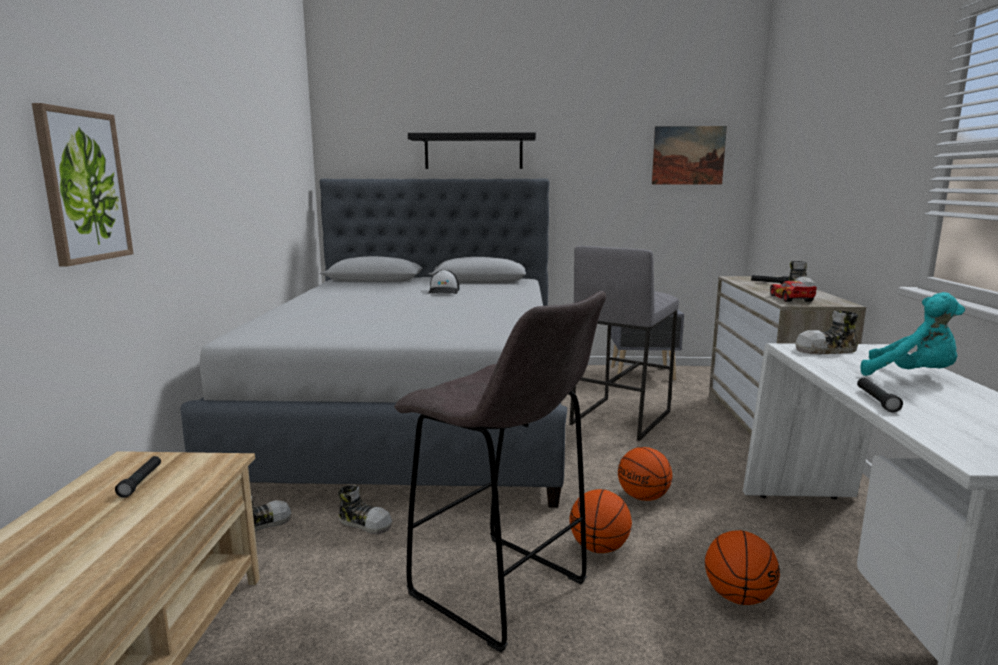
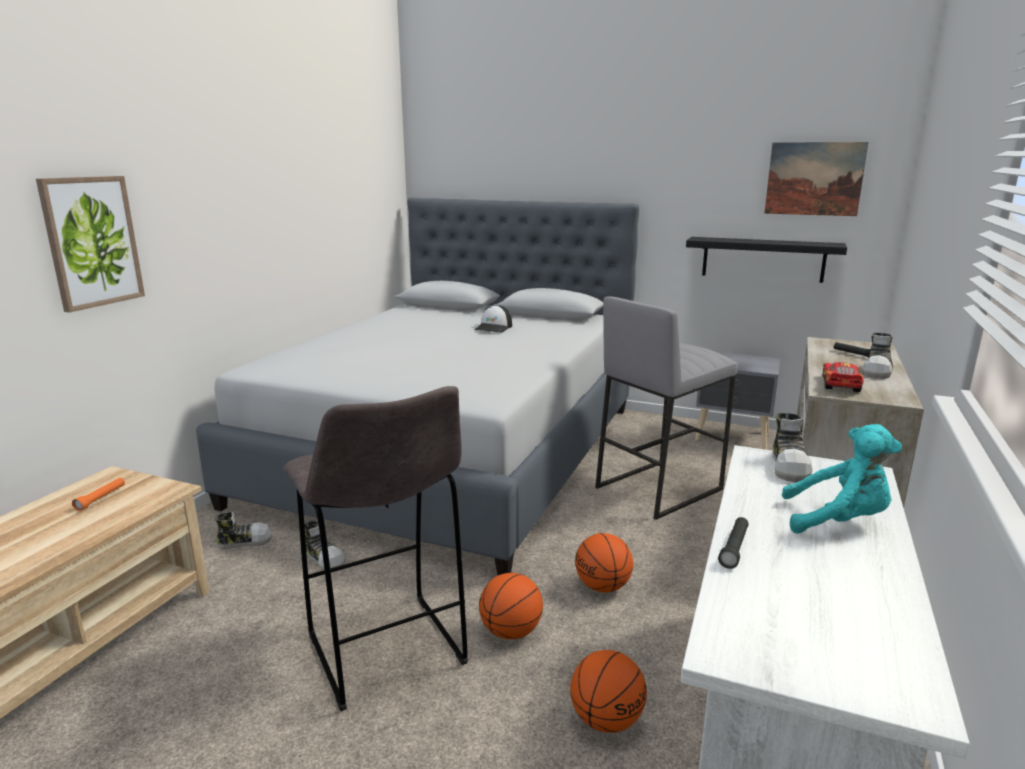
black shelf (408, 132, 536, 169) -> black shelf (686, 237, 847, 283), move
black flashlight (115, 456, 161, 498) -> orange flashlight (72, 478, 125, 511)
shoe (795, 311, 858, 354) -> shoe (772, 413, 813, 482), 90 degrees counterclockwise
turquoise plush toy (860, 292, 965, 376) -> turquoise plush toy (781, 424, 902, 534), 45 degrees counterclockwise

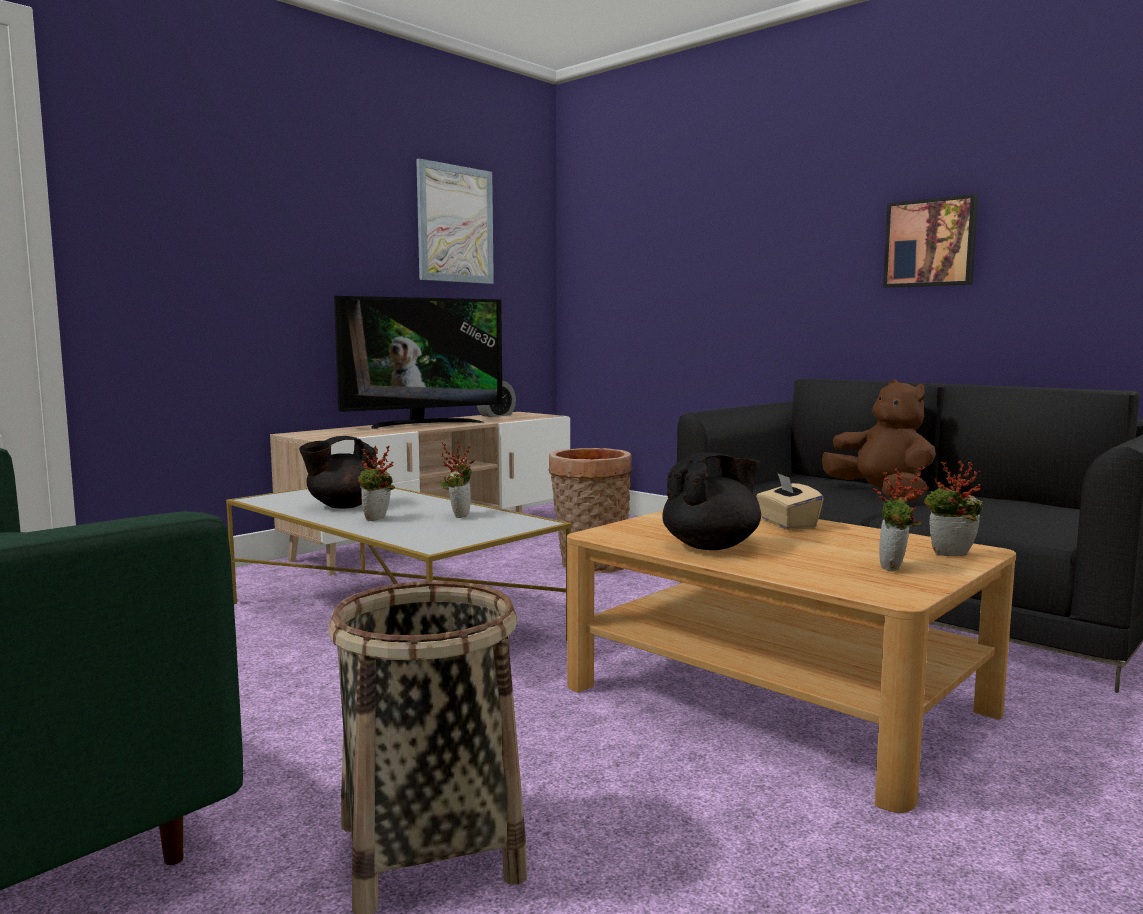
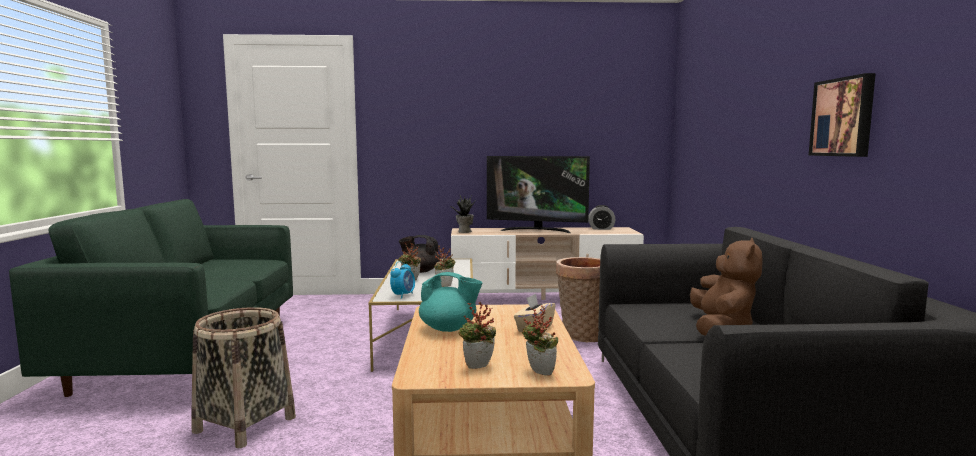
picture (416, 159, 494, 284) -> none
none -> alarm clock (390, 261, 415, 299)
none -> potted plant (449, 196, 475, 233)
black teapot (662, 453, 761, 550) -> turquoise teapot (419, 272, 483, 332)

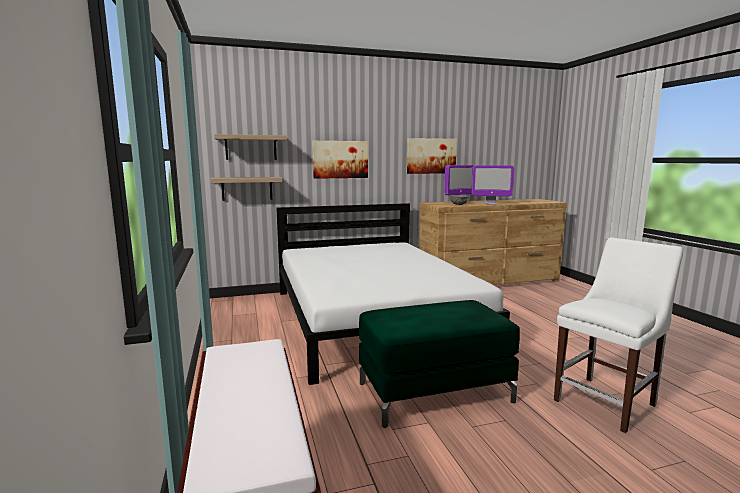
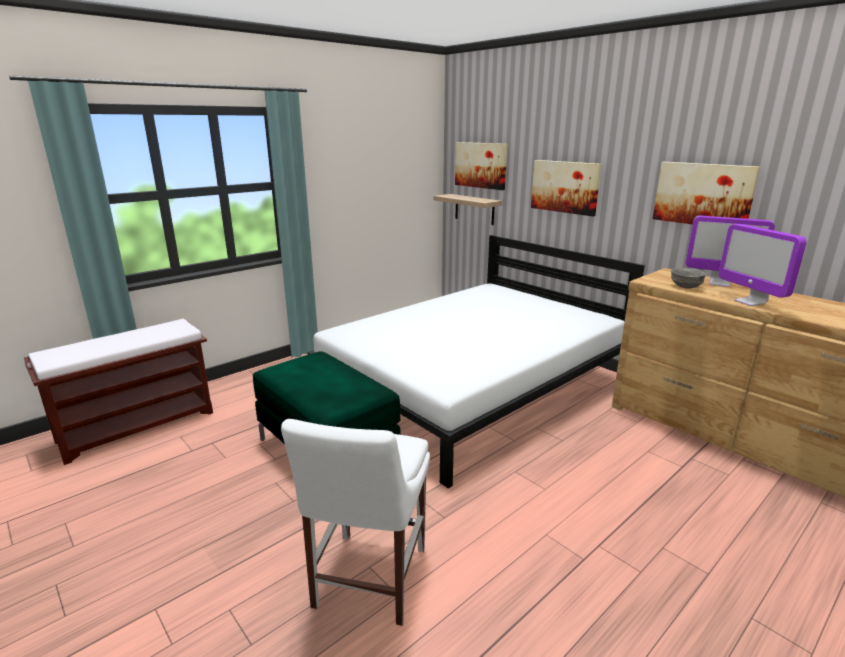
shelf (214, 134, 287, 160) -> picture (455, 142, 507, 190)
white chair (554, 237, 683, 433) -> white chair (281, 419, 430, 626), 75 degrees clockwise

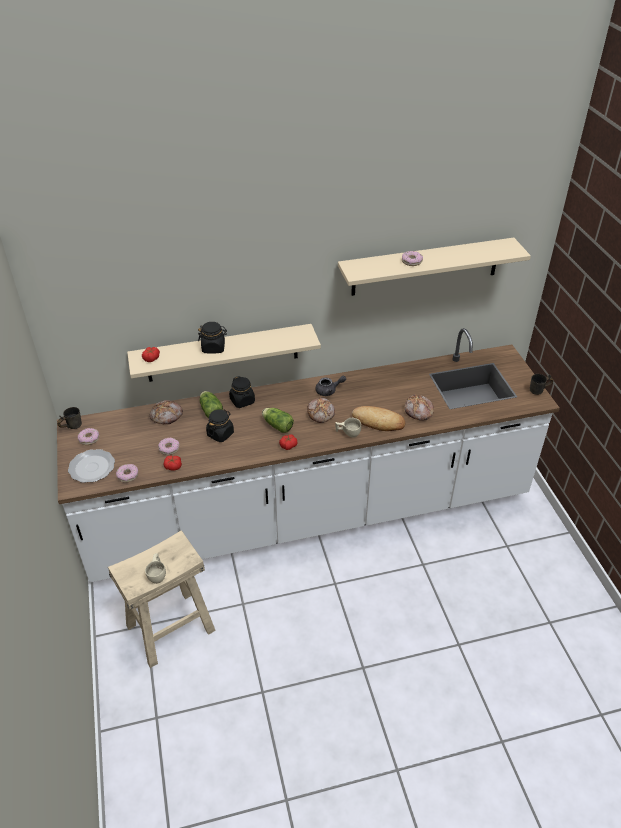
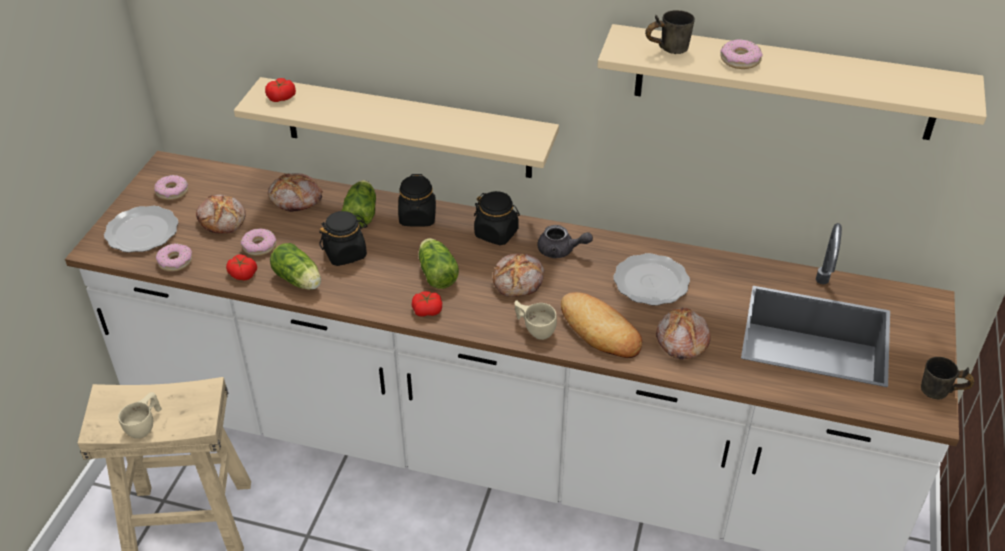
none -> bread (196, 195, 245, 234)
none -> lettuce (270, 243, 321, 290)
none -> plate (613, 253, 690, 306)
grey mug (57, 407, 82, 429) -> grey mug (645, 10, 695, 54), move
black jar (198, 322, 227, 354) -> black jar (474, 191, 520, 245), move

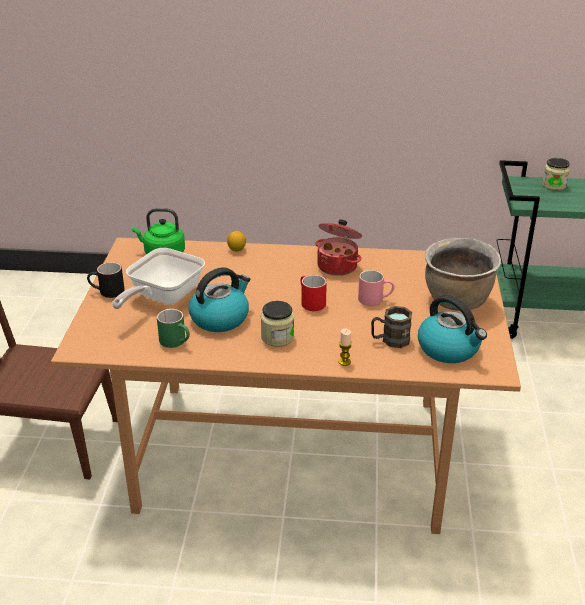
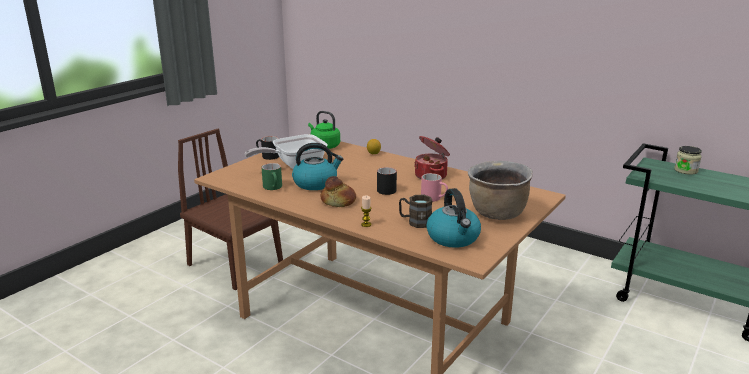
jar (261, 301, 294, 347) -> bread (321, 176, 356, 207)
red mug (301, 275, 327, 311) -> black mug (377, 167, 397, 195)

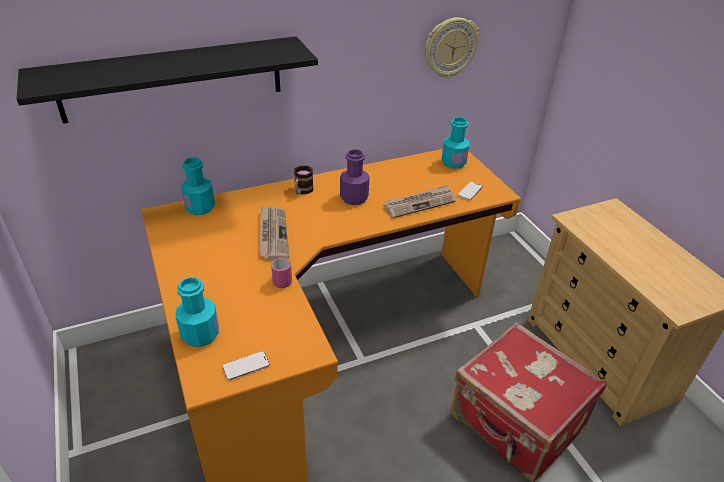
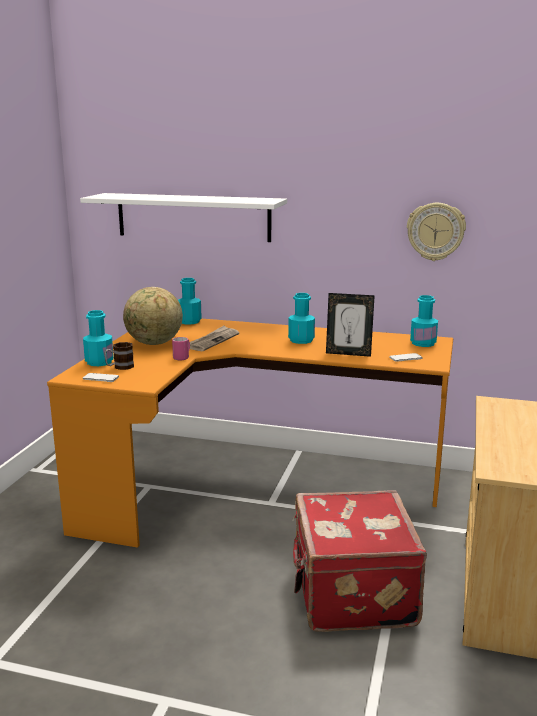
none -> globe (123, 287, 183, 345)
mug (294, 166, 313, 194) -> mug (104, 342, 134, 370), move
newspaper (383, 185, 456, 218) -> picture frame (326, 293, 375, 357)
black shelf (17, 37, 318, 124) -> white shelf (80, 193, 287, 242)
purple bottle (340, 149, 369, 205) -> turquoise bottle (288, 293, 315, 344)

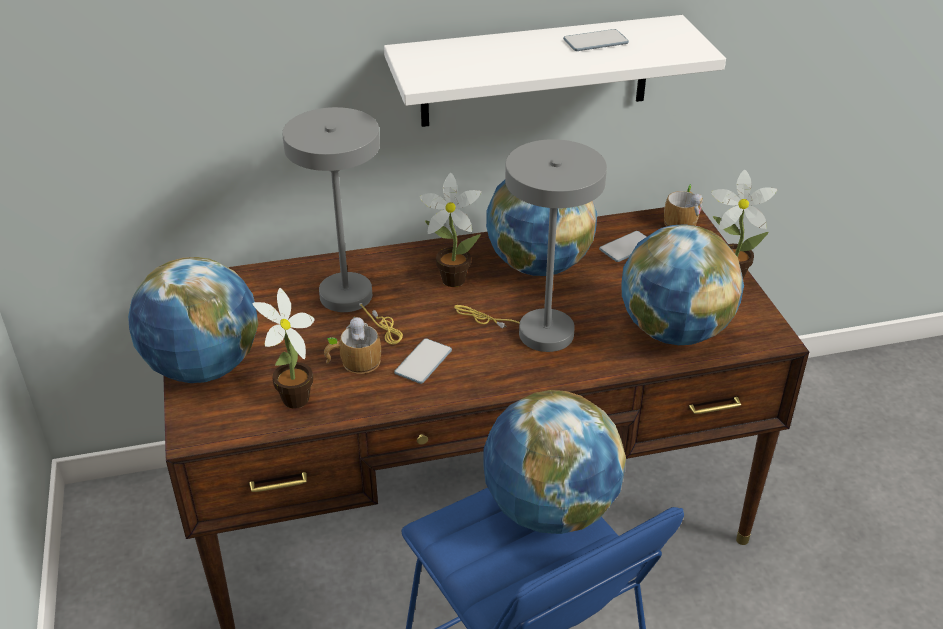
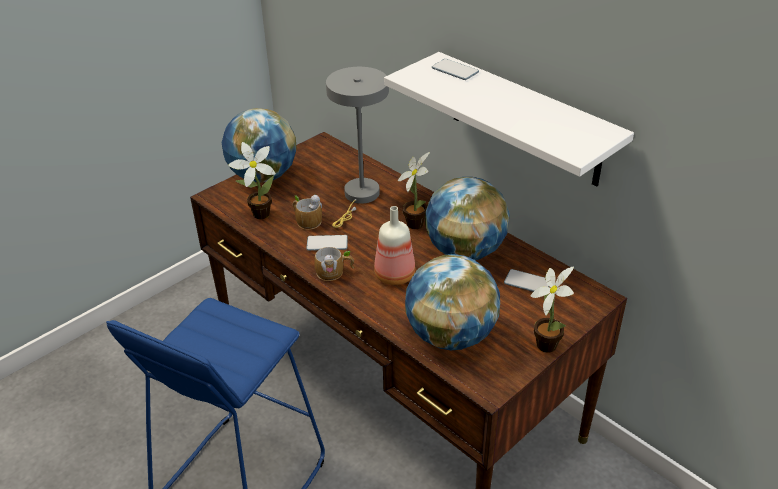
globe (483, 390, 626, 534) -> none
phone (563, 29, 629, 51) -> phone (432, 59, 479, 80), move
mug (664, 185, 703, 226) -> mug (314, 247, 354, 281), move
grey table lamp (454, 139, 607, 352) -> bottle (374, 206, 415, 285)

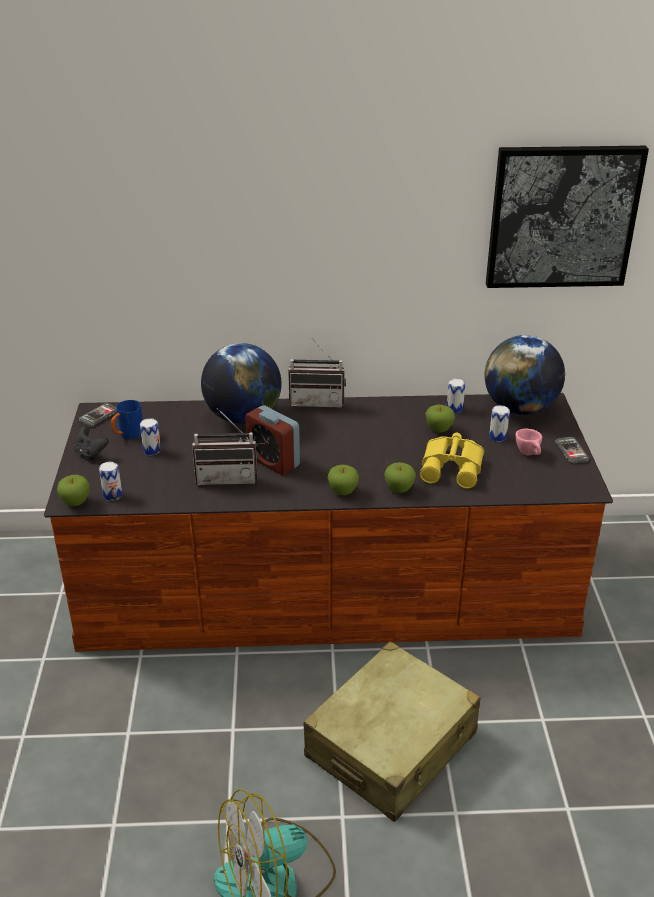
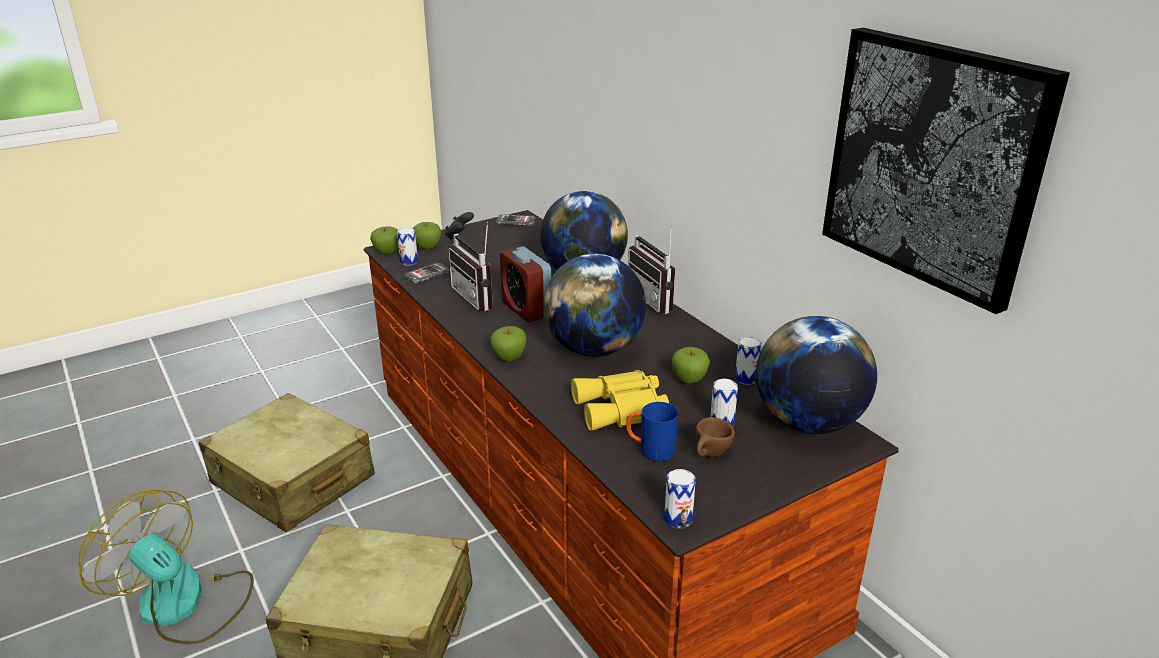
none -> beige suitcase (199, 393, 375, 532)
none -> globe (543, 254, 646, 357)
blue mug (111, 400, 143, 440) -> blue mug (626, 402, 678, 461), move
can (140, 418, 161, 455) -> can (664, 469, 696, 528), move
apple (384, 462, 416, 493) -> apple (412, 222, 442, 249), move
phone (555, 437, 589, 464) -> phone (405, 263, 449, 283), move
pink cup (515, 428, 542, 456) -> brown cup (696, 417, 735, 457)
alarm clock (245, 405, 300, 475) -> alarm clock (500, 247, 551, 322), 45 degrees counterclockwise

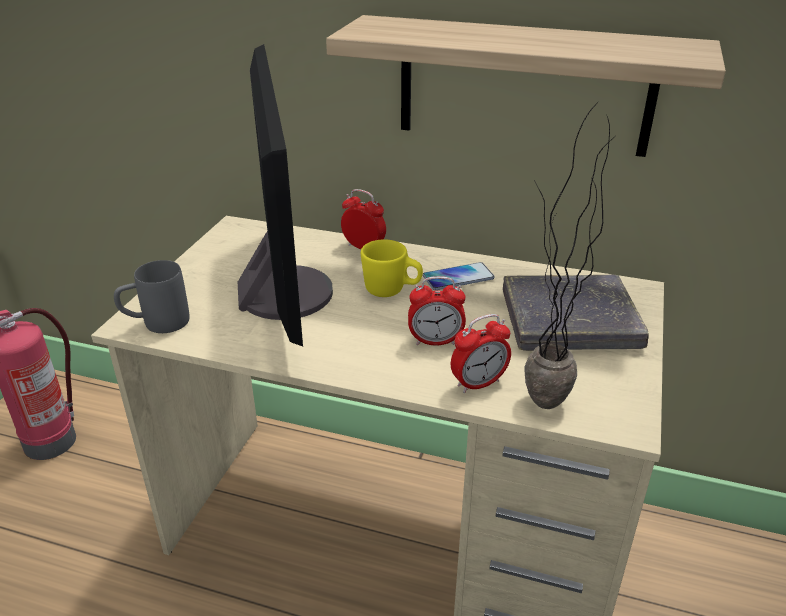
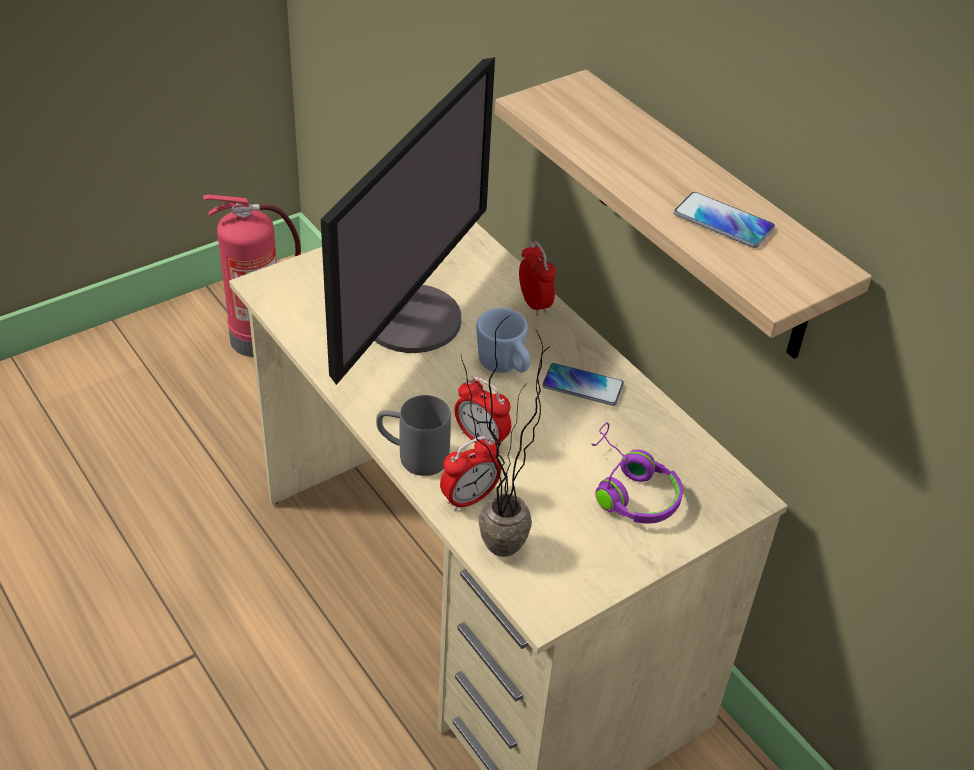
none -> phone (674, 192, 775, 248)
grey mug (114, 260, 190, 333) -> grey mug (376, 395, 451, 476), move
grey book (503, 275, 649, 351) -> purple headphones (591, 422, 683, 523)
yellow mug (361, 239, 423, 297) -> blue mug (476, 308, 530, 373)
alarm clock (451, 314, 511, 393) -> alarm clock (440, 436, 501, 511), 45 degrees counterclockwise

